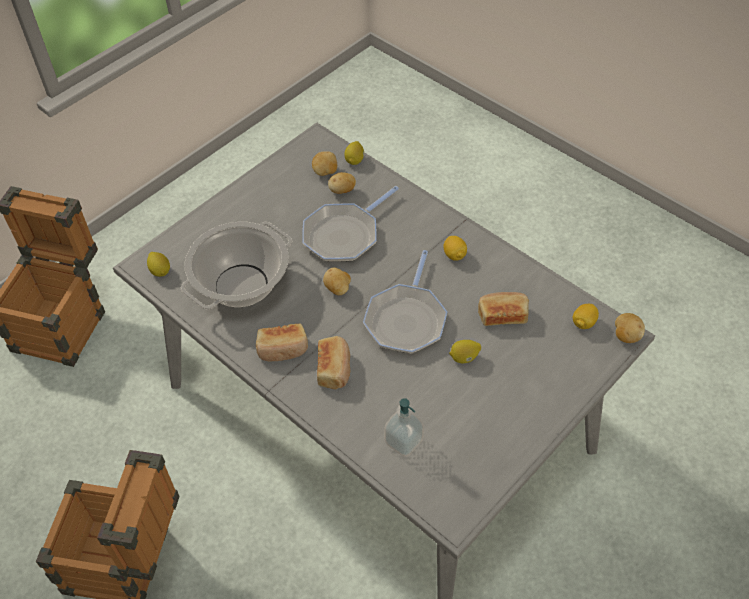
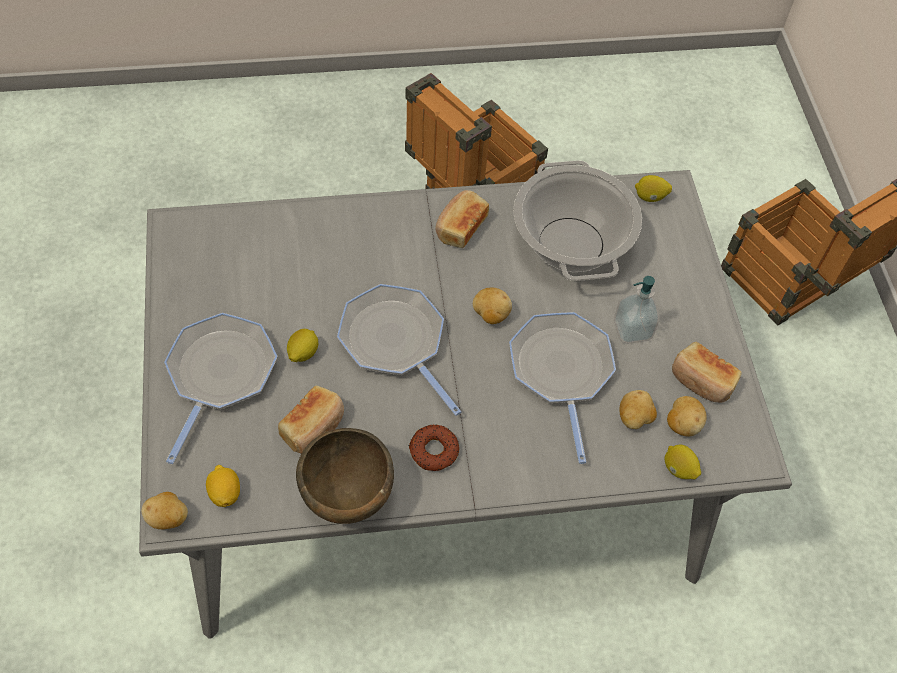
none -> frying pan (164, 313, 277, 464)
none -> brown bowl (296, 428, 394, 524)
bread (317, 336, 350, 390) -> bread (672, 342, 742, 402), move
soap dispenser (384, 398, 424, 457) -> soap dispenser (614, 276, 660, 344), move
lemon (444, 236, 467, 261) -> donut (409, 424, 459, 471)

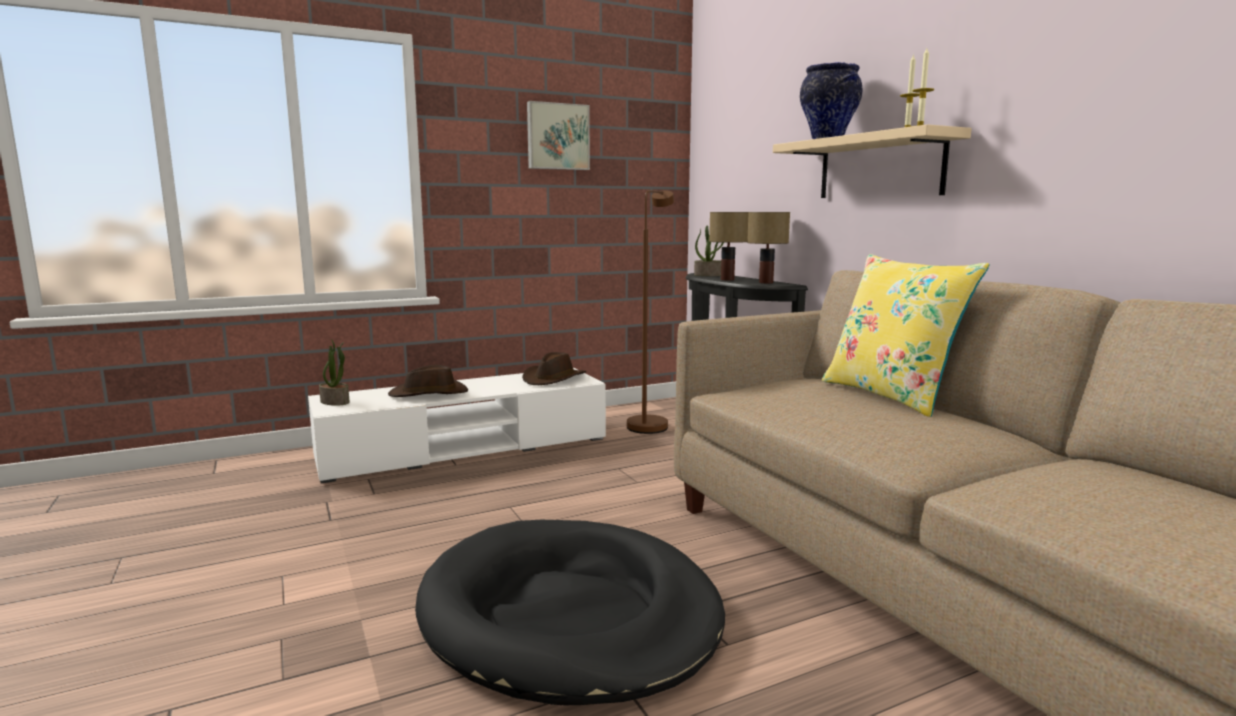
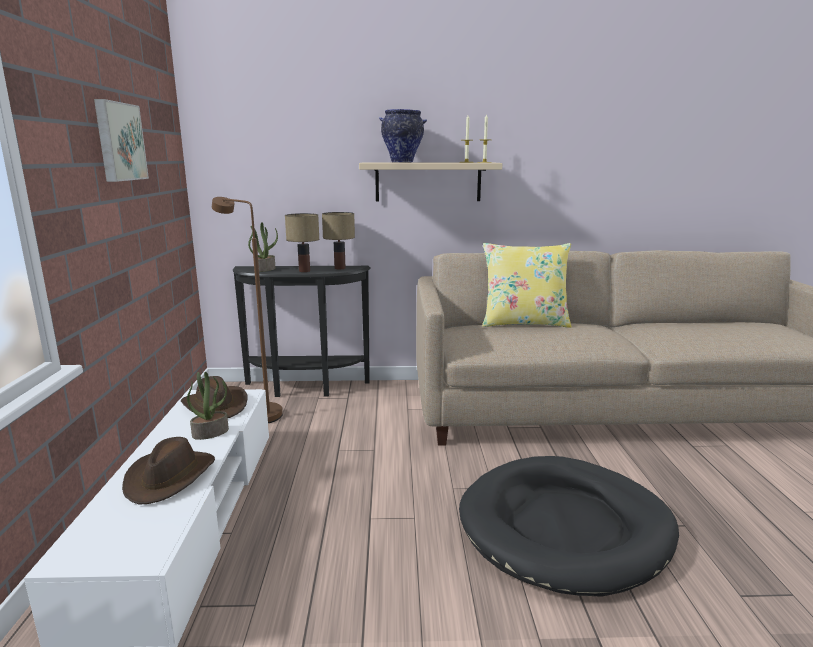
potted plant (319, 339, 350, 406) -> potted plant (187, 372, 229, 440), move

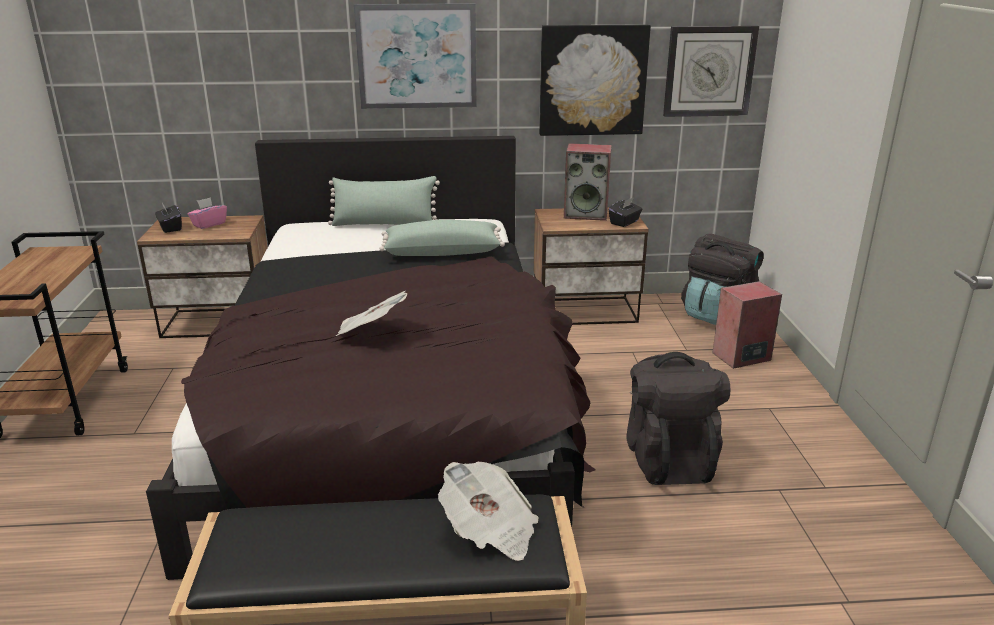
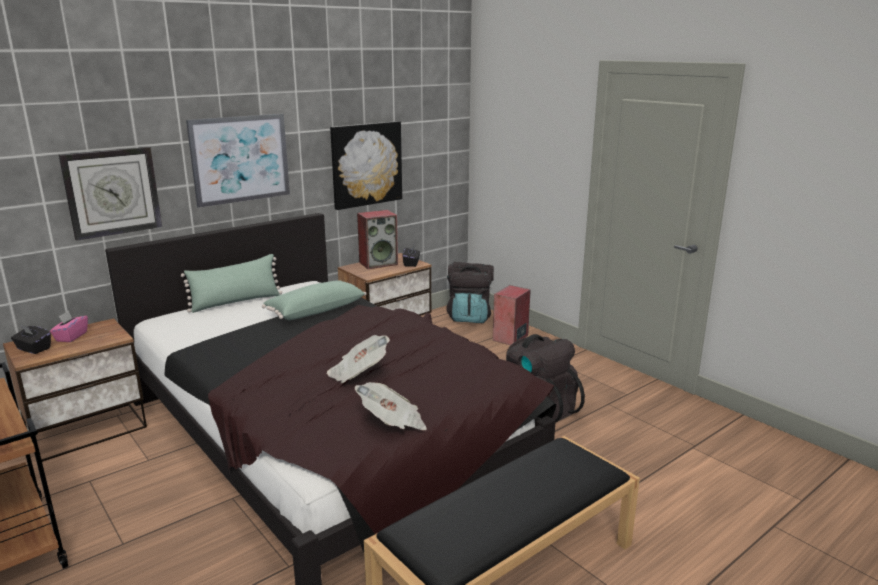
newspaper (438, 461, 539, 561) -> newspaper (355, 382, 427, 430), move
wall clock (663, 26, 759, 117) -> wall clock (59, 147, 162, 241), move

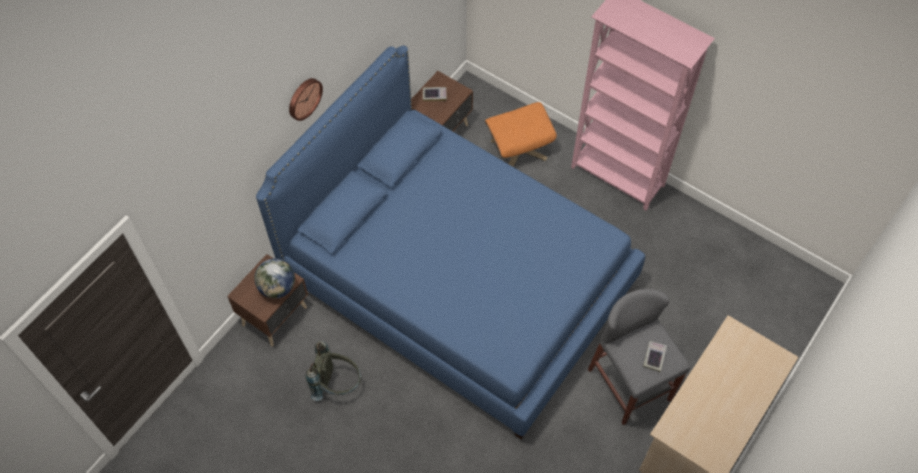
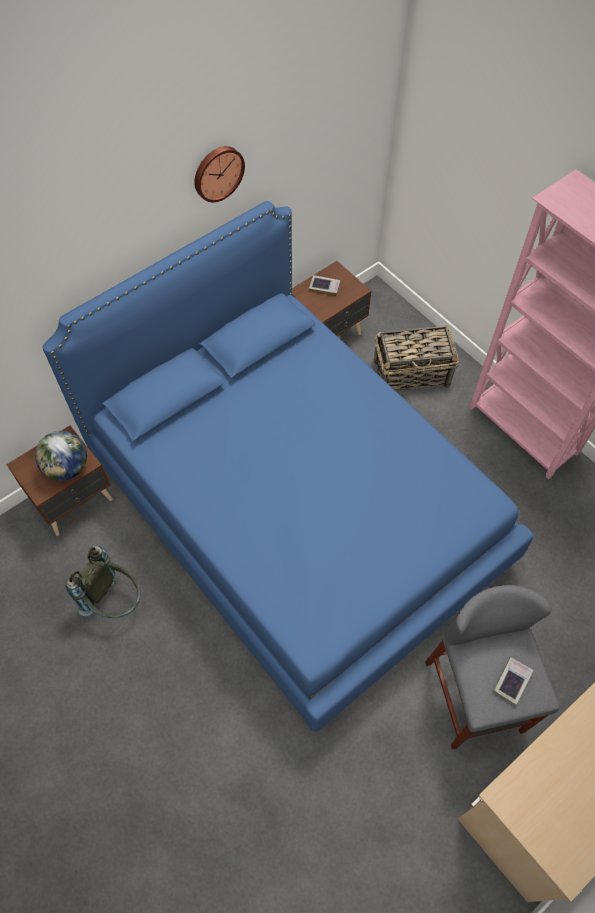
wall clock (289, 78, 323, 121) -> wall clock (194, 146, 245, 202), move
orange ottoman (485, 102, 557, 167) -> basket (373, 326, 459, 391)

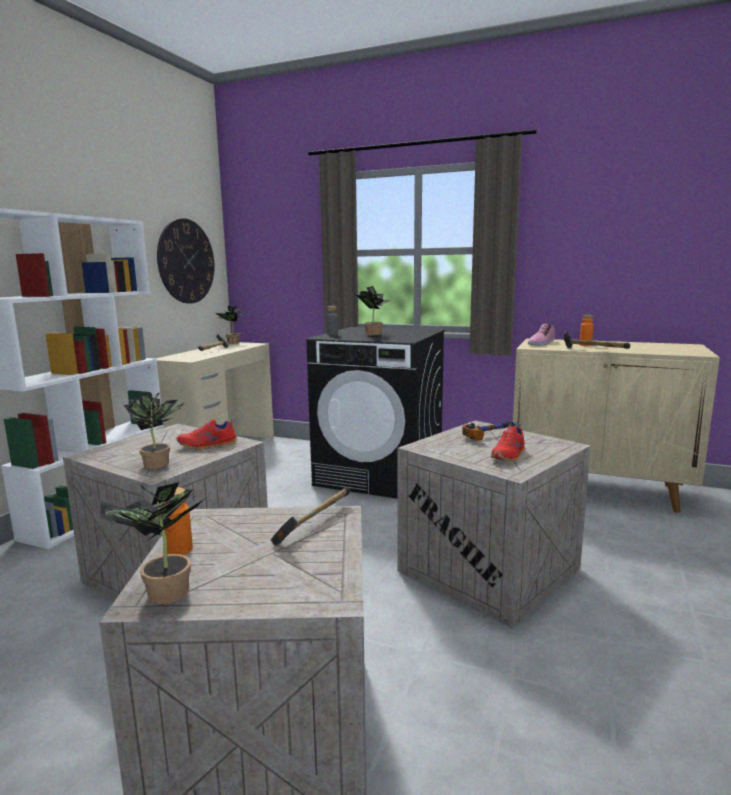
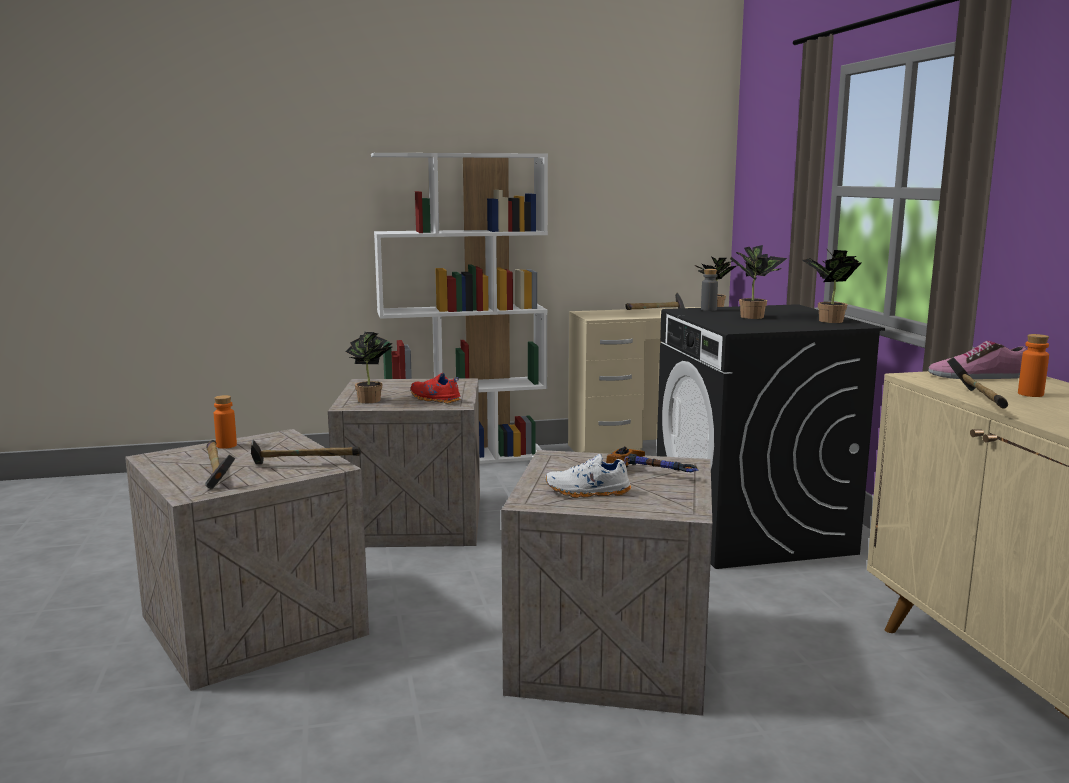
wall clock (157, 218, 214, 304) -> none
none -> hammer (205, 440, 235, 490)
potted plant (100, 482, 206, 604) -> potted plant (802, 249, 862, 323), move
red shoe (491, 423, 525, 461) -> white shoe (545, 454, 631, 498)

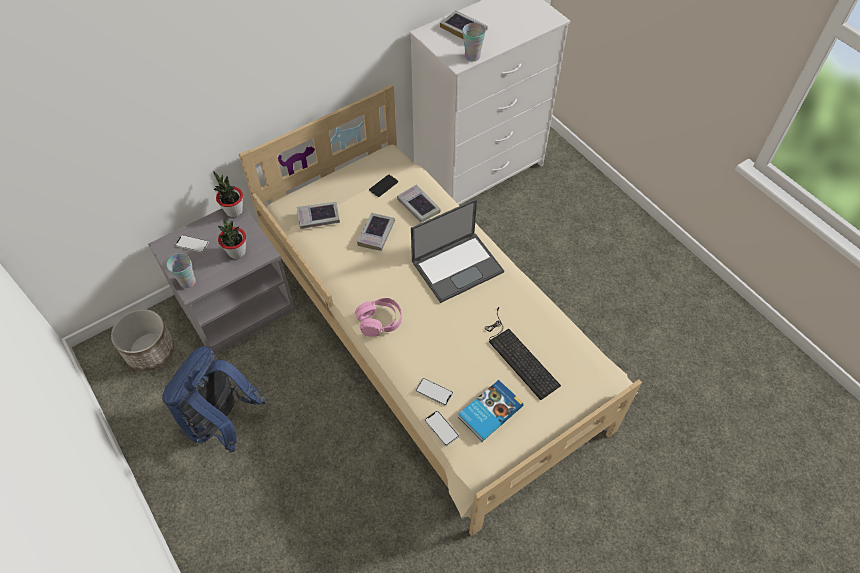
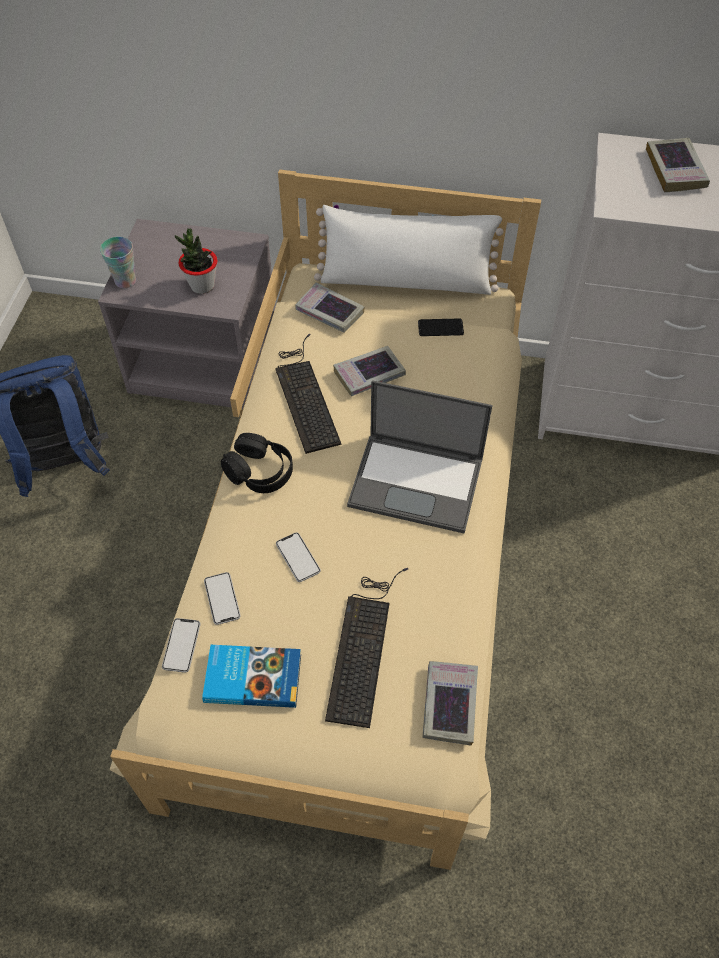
planter (111, 309, 174, 371) -> none
potted plant (213, 171, 243, 217) -> none
cup (463, 23, 486, 61) -> none
none -> keyboard (275, 333, 341, 454)
none -> white pillow (314, 205, 509, 295)
phone (175, 235, 209, 253) -> phone (276, 532, 321, 582), move
book (397, 184, 441, 223) -> book (422, 661, 478, 746), move
pink headphones (355, 298, 402, 337) -> black headphones (221, 433, 293, 493)

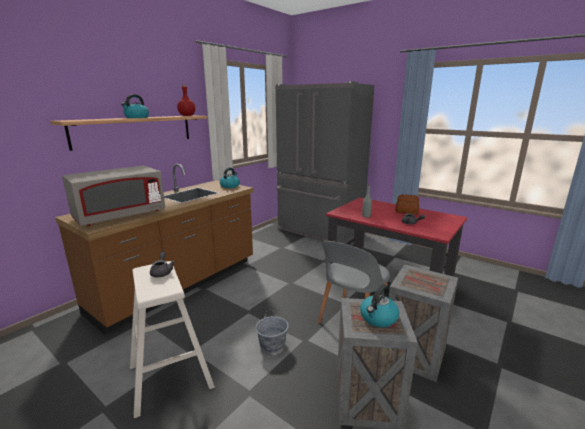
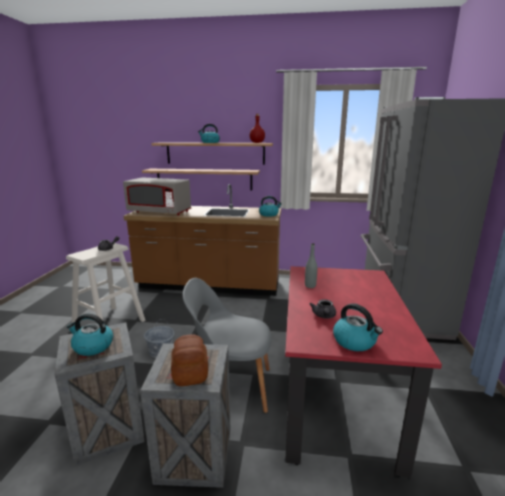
none -> shelf (142, 169, 260, 191)
none -> kettle (333, 303, 383, 351)
bread (395, 194, 419, 214) -> bread (171, 334, 208, 386), move

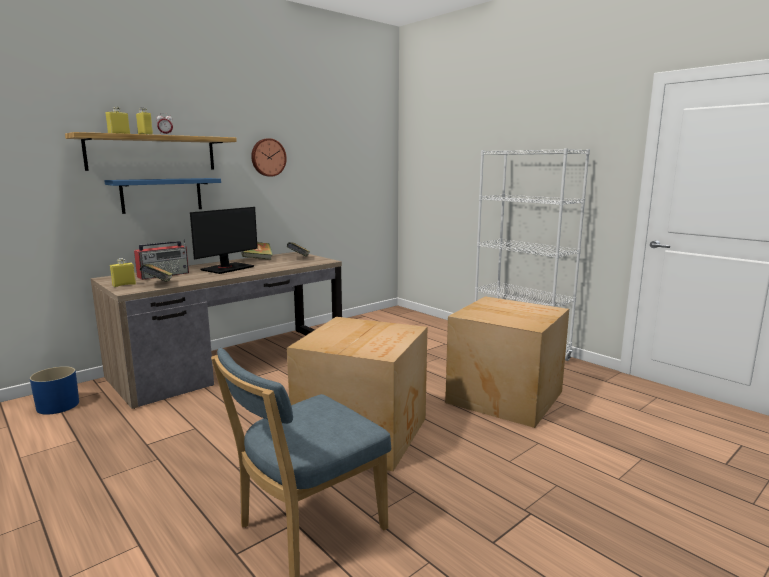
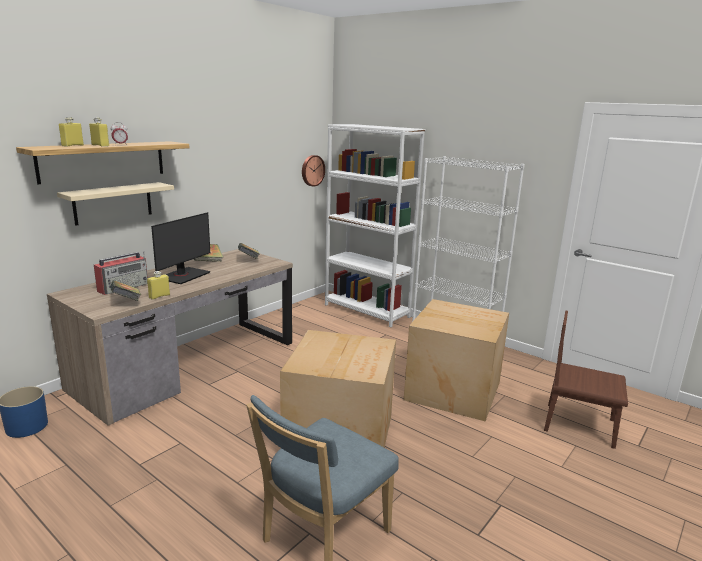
none -> white bookcase (325, 124, 425, 327)
none -> brown chair (544, 311, 628, 449)
yellow bottle (110, 258, 136, 287) -> yellow bottle (147, 271, 170, 300), move
wall clock (251, 138, 287, 177) -> wall clock (302, 155, 325, 187), move
blue shelf (104, 178, 221, 214) -> beige shelf (57, 182, 174, 226)

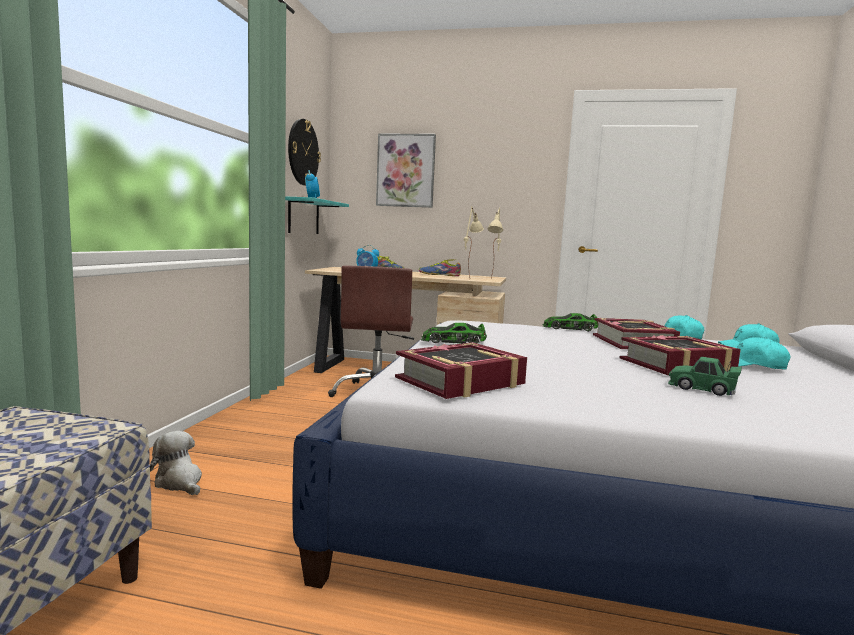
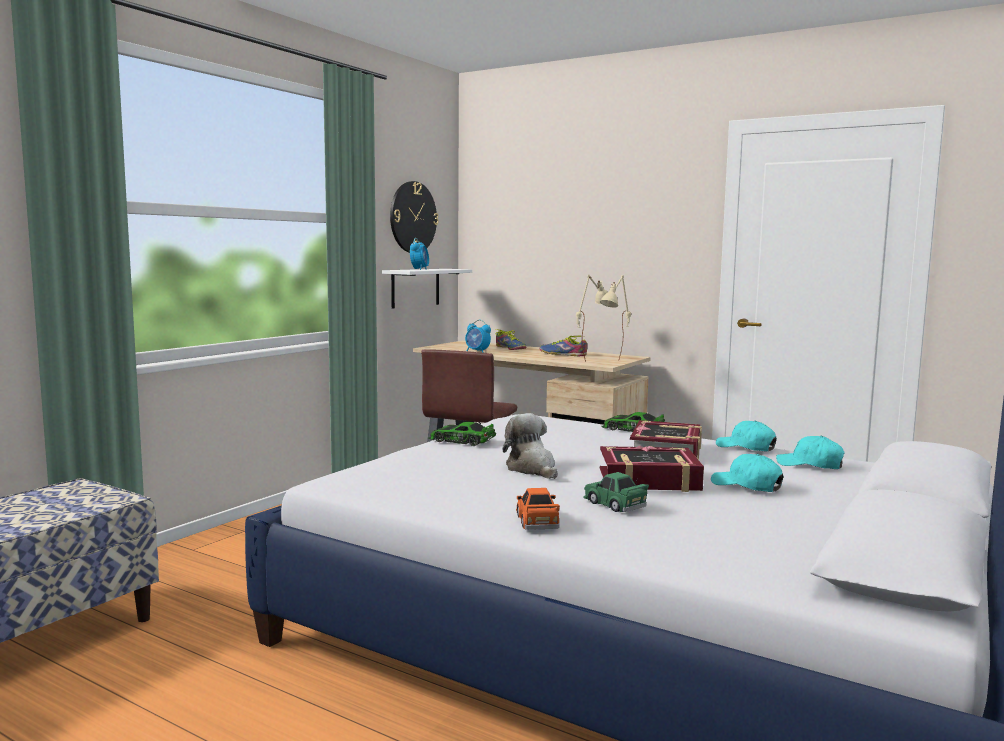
picture (376, 133, 436, 208) -> none
book (395, 342, 527, 399) -> none
none -> orange toy car (516, 488, 560, 530)
plush toy (150, 431, 202, 495) -> plush toy (503, 413, 558, 479), move
turquoise shelf (285, 196, 349, 234) -> white shelf (382, 269, 472, 309)

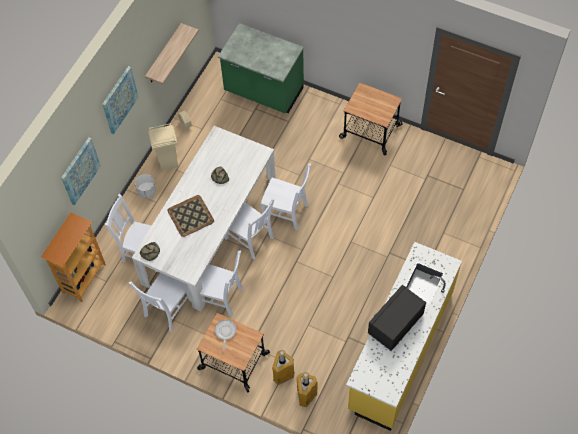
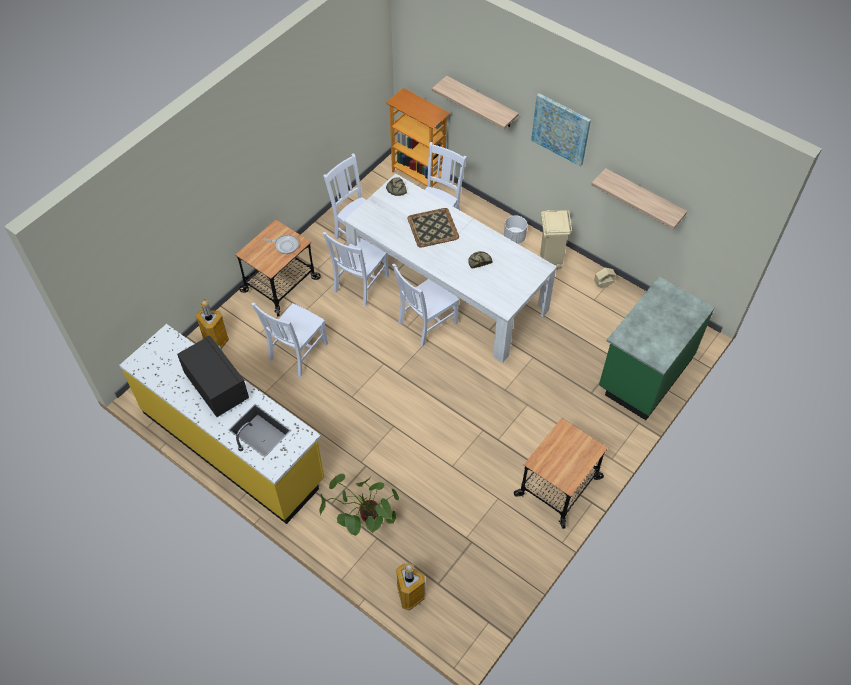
none -> potted plant (319, 473, 399, 536)
white chair (261, 163, 311, 231) -> white chair (252, 303, 328, 377), move
trash can (272, 350, 294, 385) -> trash can (396, 563, 425, 610), move
picture (61, 138, 101, 206) -> shelf (432, 76, 519, 129)

